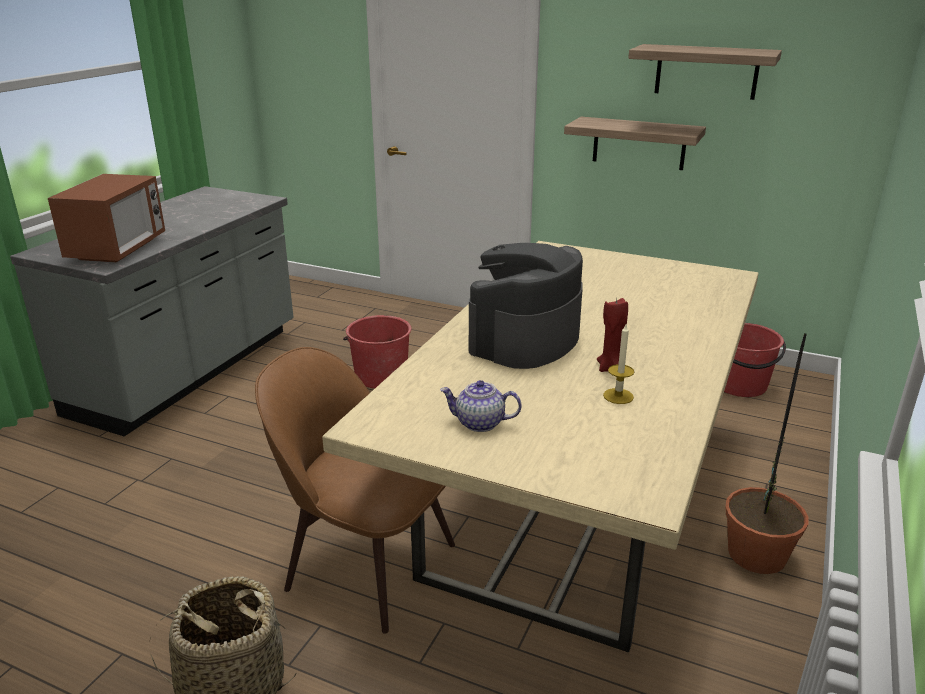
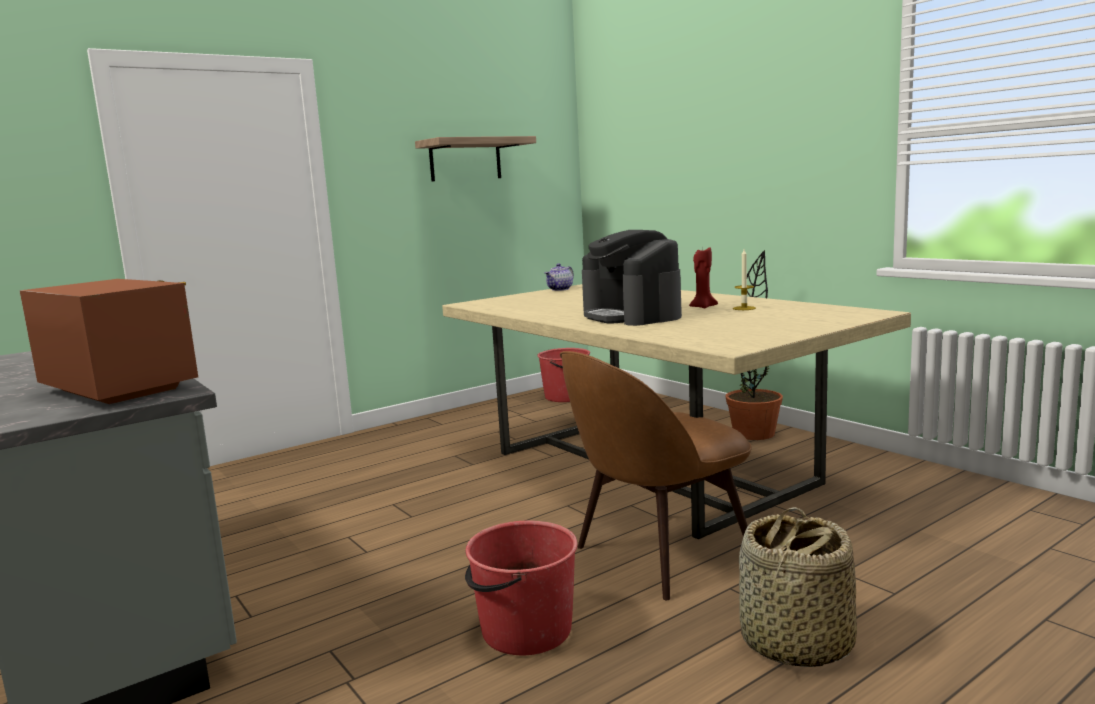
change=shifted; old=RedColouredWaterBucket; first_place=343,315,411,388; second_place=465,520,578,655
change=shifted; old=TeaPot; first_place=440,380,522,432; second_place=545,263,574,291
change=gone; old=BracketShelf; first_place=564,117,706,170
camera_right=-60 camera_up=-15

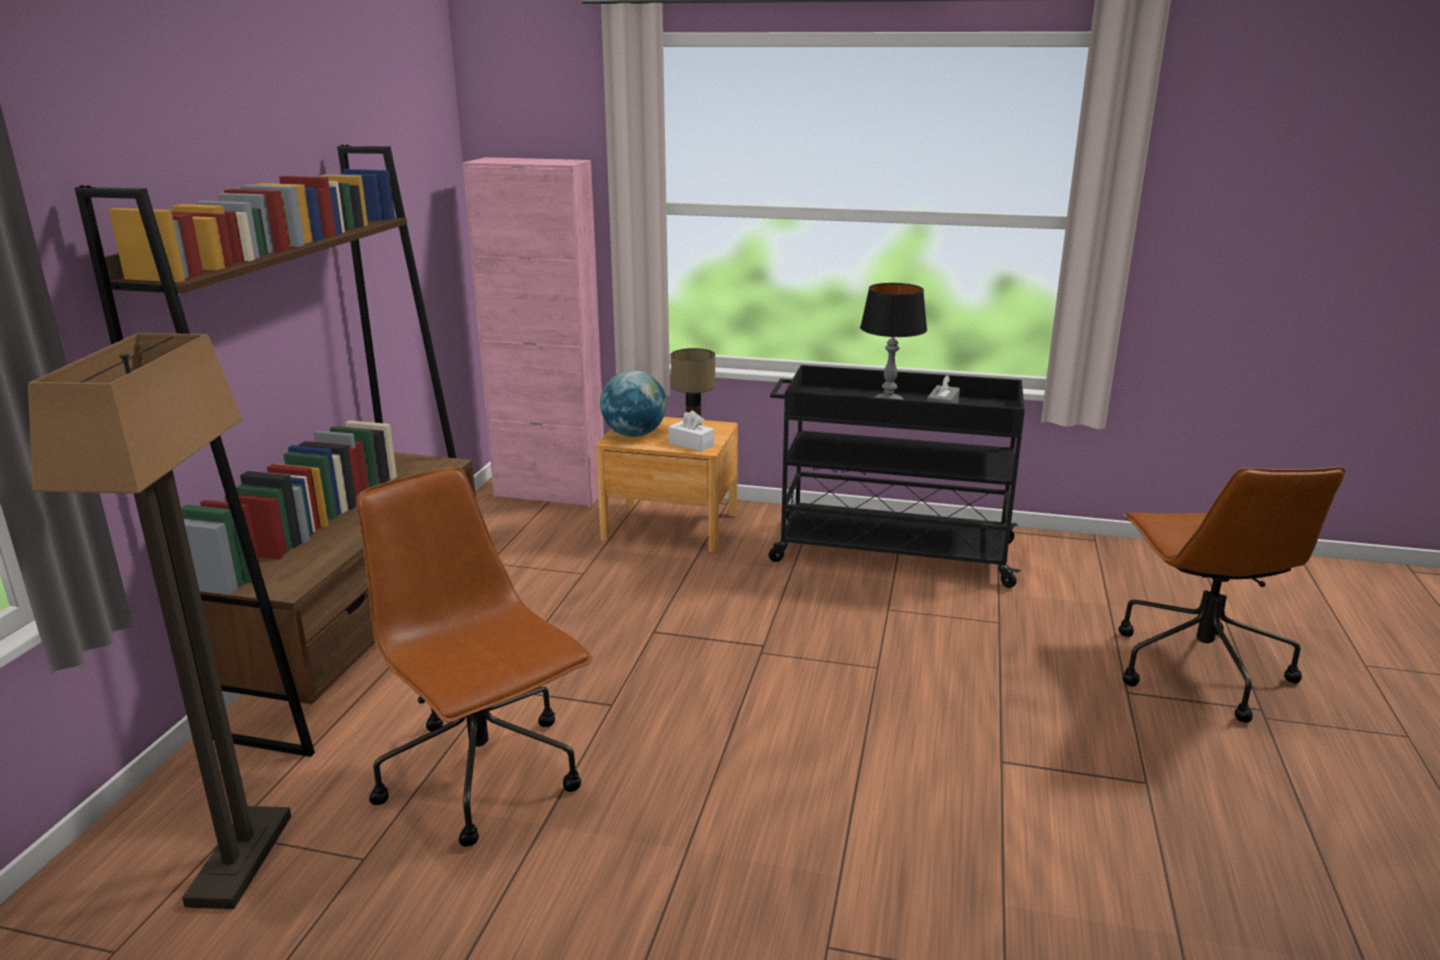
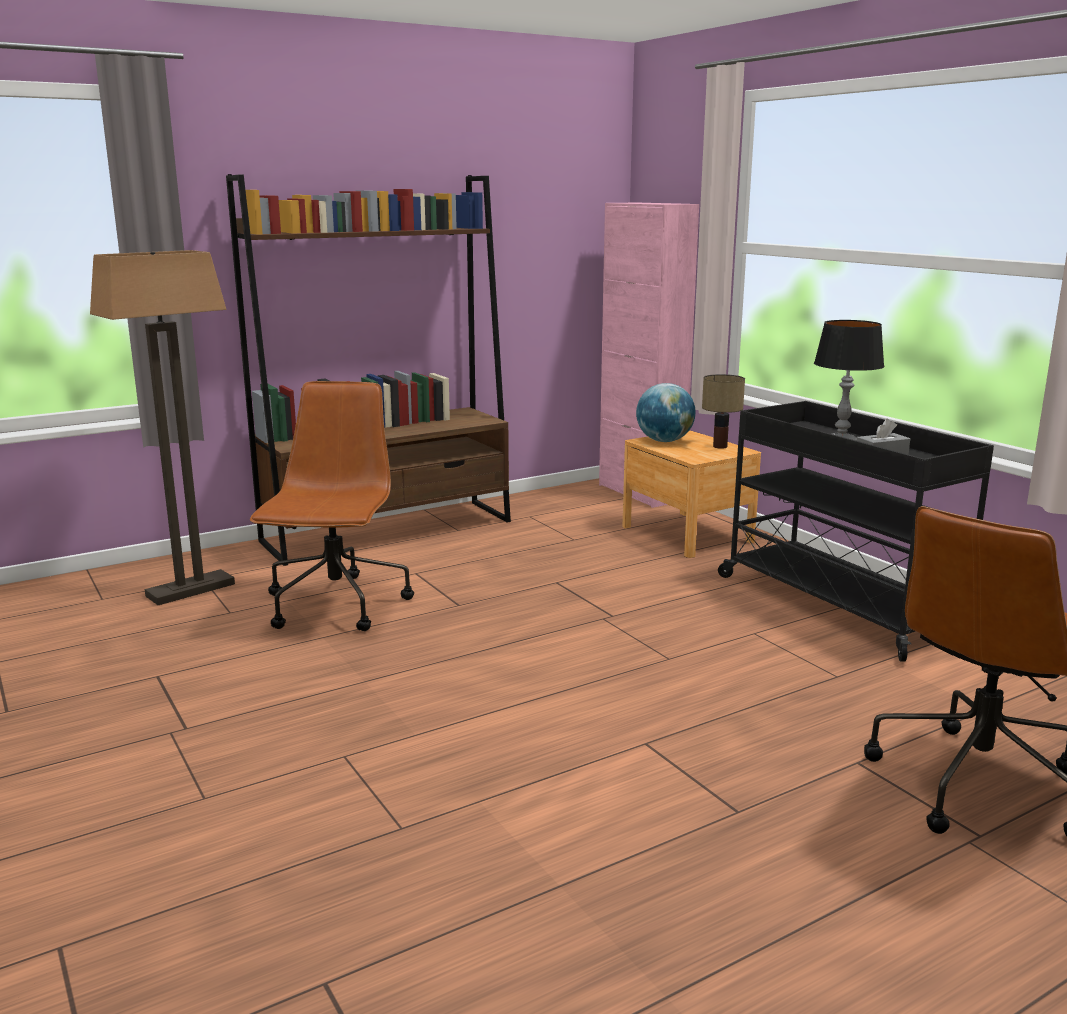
change=gone; old=WhiteTissueBox; first_place=668,411,714,452
camera_right=45 camera_up=-5

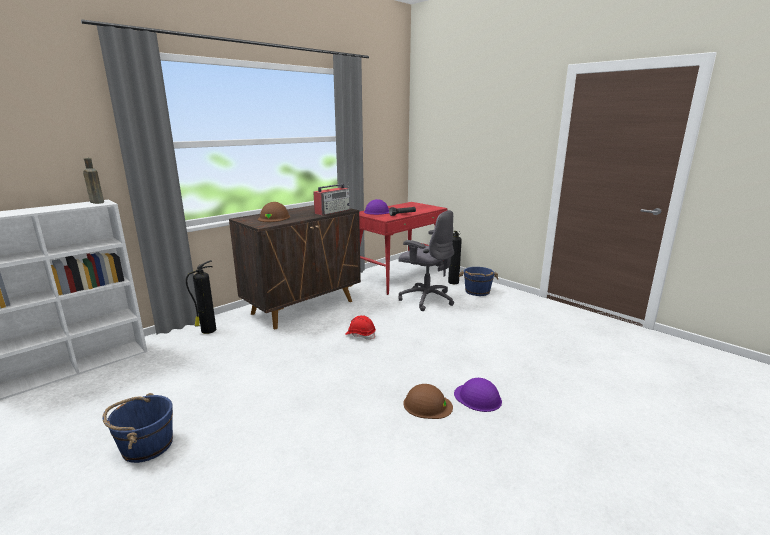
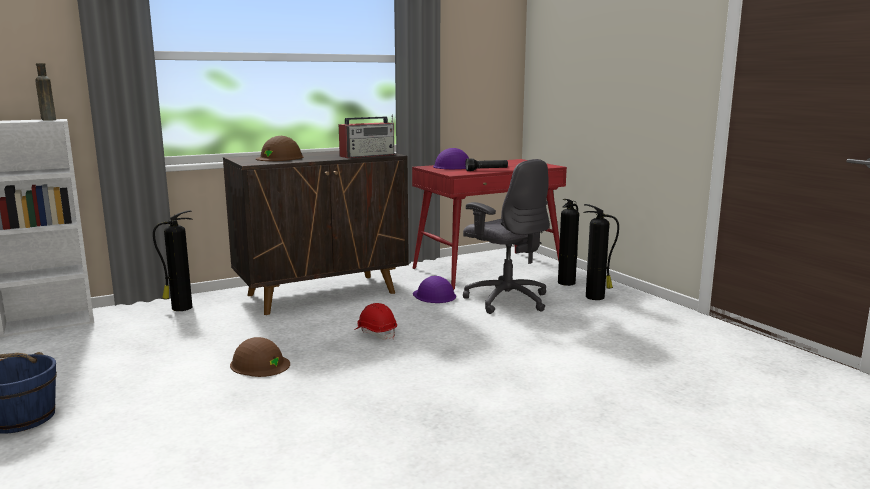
change=shifted; old=BrownWorkHelmet; first_place=403,384,453,419; second_place=230,337,290,377
change=shifted; old=PurpleColouredWorkHelmet; first_place=454,378,502,412; second_place=413,276,456,303
change=swapped; old=BlueColouredWaterBucket; new=Extinguisher; first_place=459,267,498,296; second_place=583,204,619,300
camera_right=15 camera_up=-5

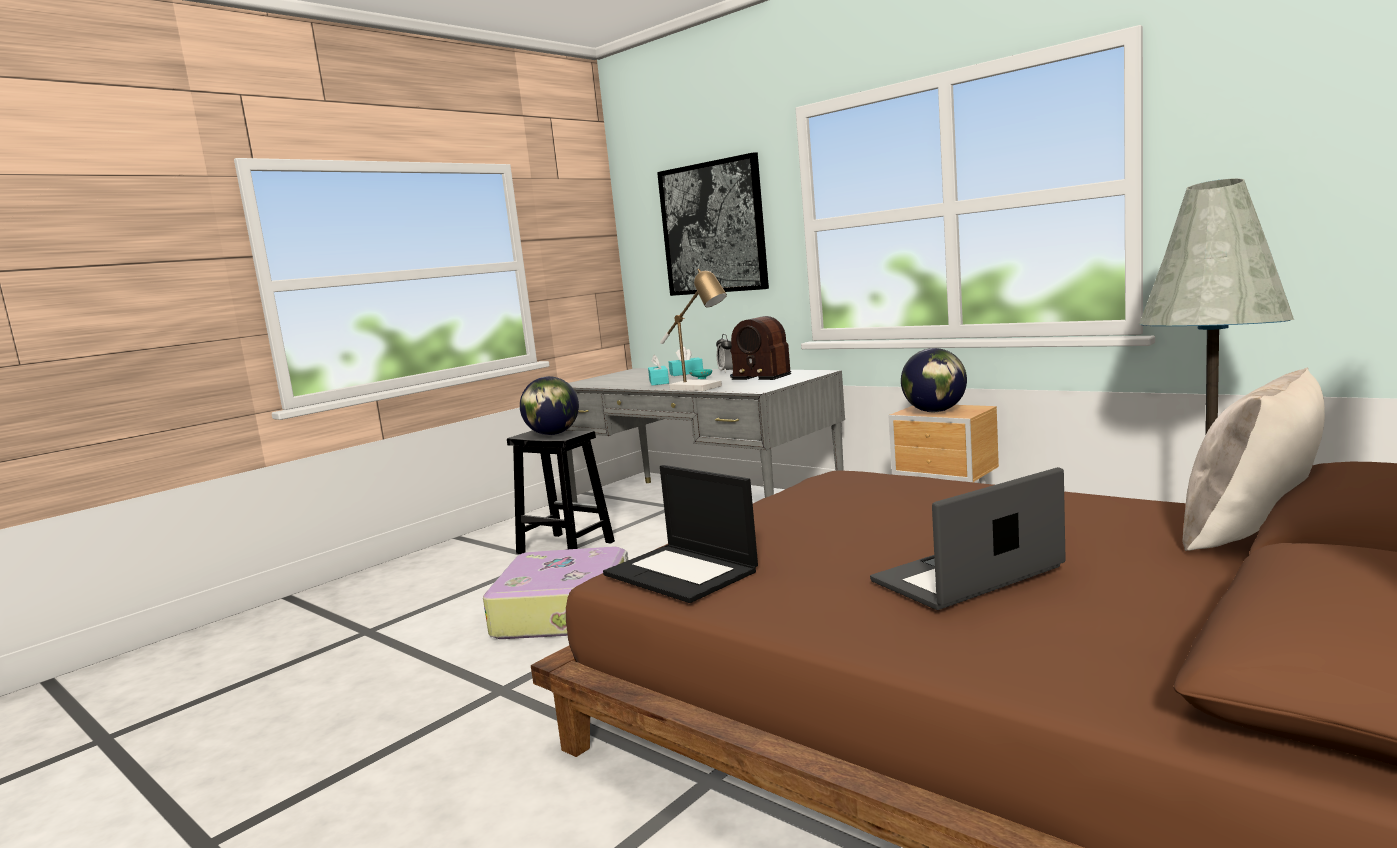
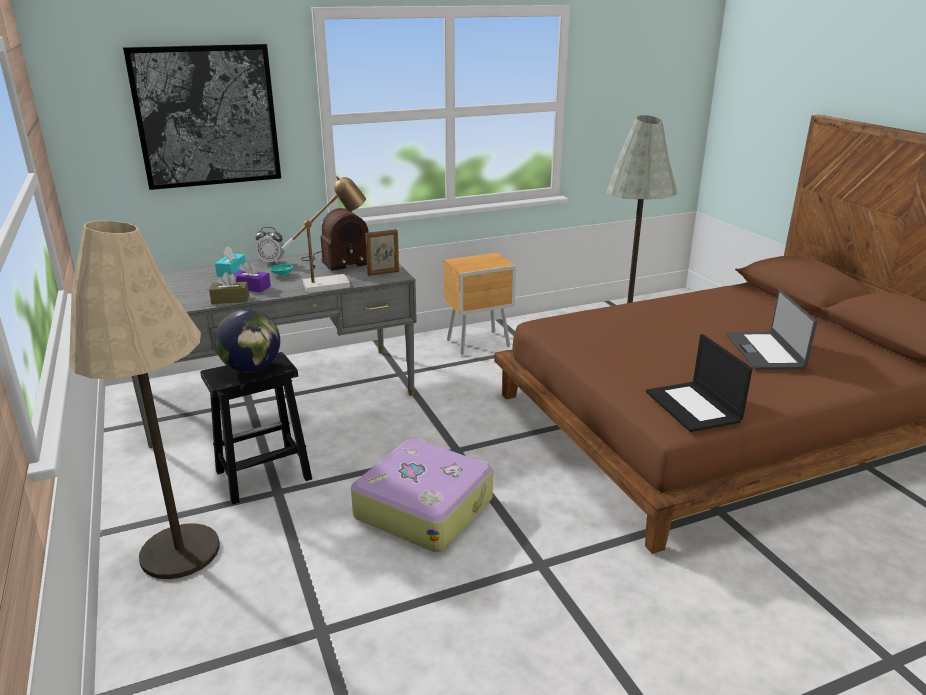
change=new; new=BeigeColouredFloorLamp; second_place=69,221,220,579
change=new; new=BrownTissueBox; second_place=209,272,249,304
change=repainted; old=BlueGreenTissueBox; new=PurpleColouredTissueBox; first_place=648,355,669,385; second_place=234,261,271,293
change=new; new=PictureFrame; second_place=365,229,399,276
change=rotated; old=PortableComputer; first_place=603,465,758,603; second_place=646,334,753,432; degrees=90
change=gone; old=Globe; first_place=901,348,967,412
change=gone; old=BeigeColouredPillow; first_place=1182,367,1325,551
camera_right=-65 camera_up=15

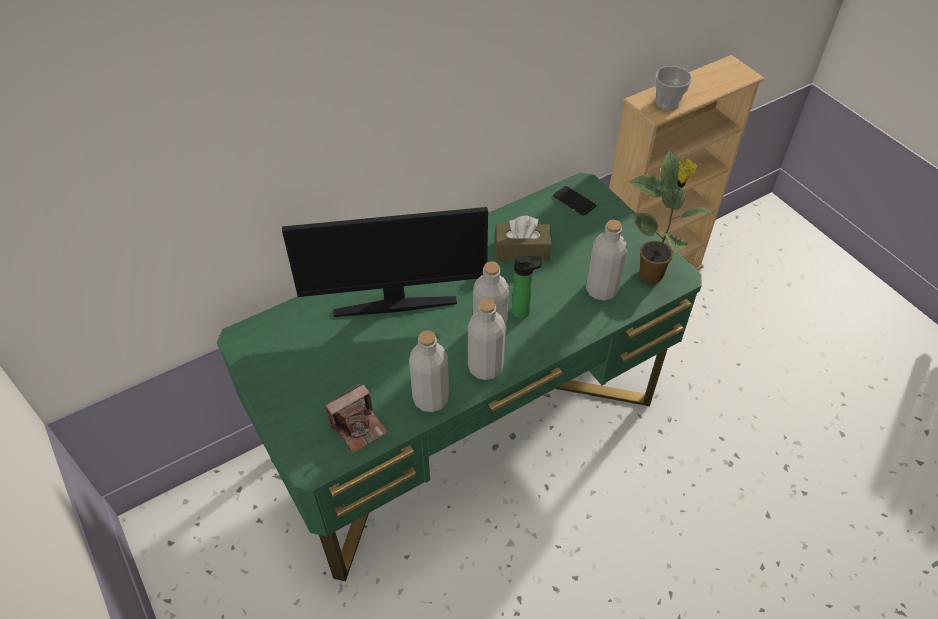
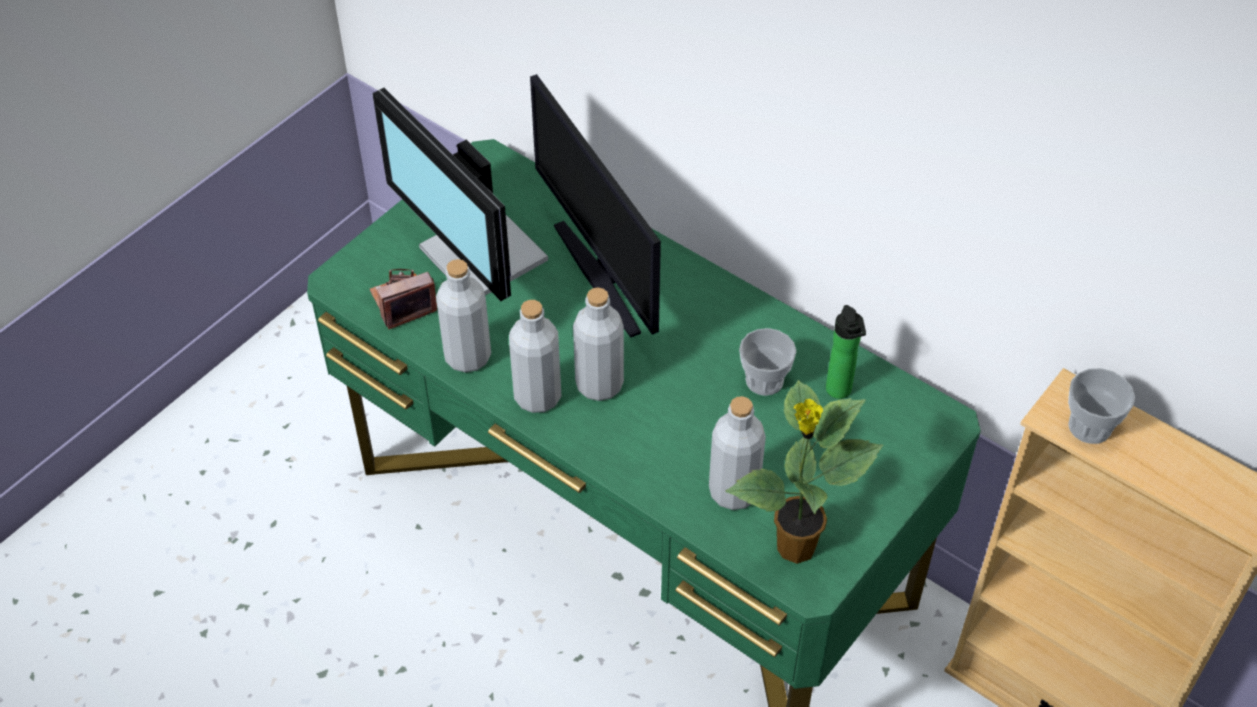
change=rotated; old=PhotoCamera; first_place=325,382,388,453; second_place=370,269,437,330; degrees=120
change=new; new=Monitor; second_place=372,88,548,301
change=swapped; old=BrownTissueBox; new=SmallCup; first_place=495,216,552,261; second_place=739,328,796,396
change=shifted; old=BeverageBottle; first_place=512,255,542,319; second_place=826,305,866,399
change=gone; old=Telephone; first_place=553,186,596,215
camera_right=70 camera_up=0

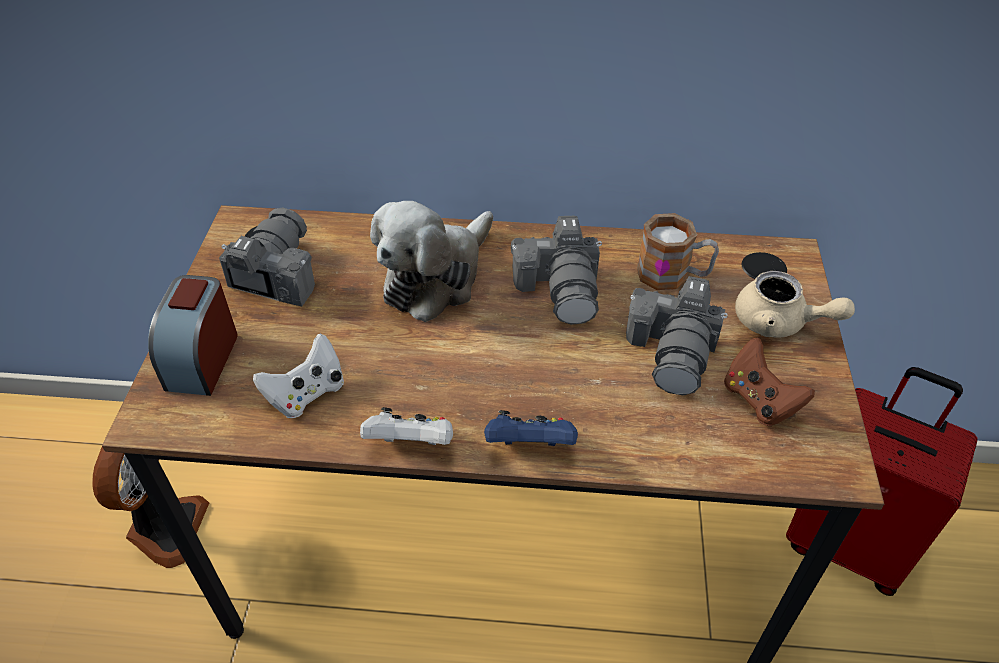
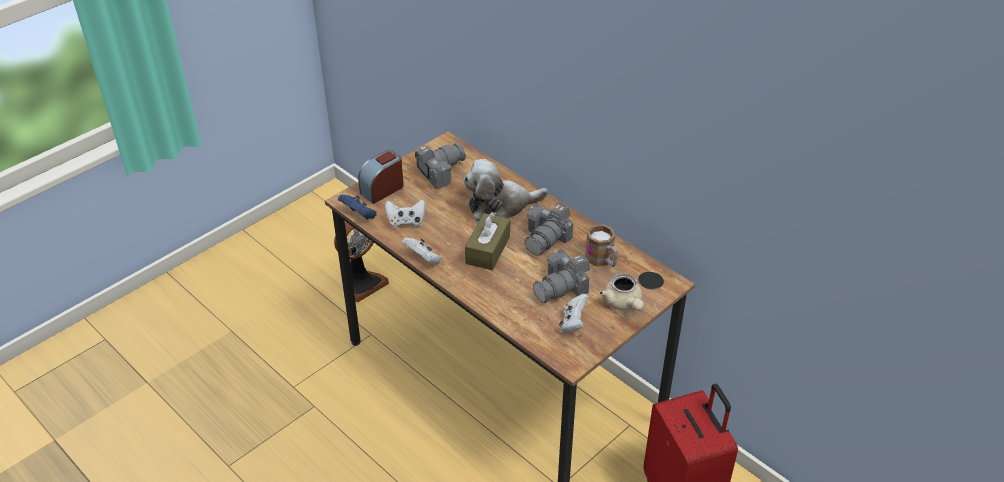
change=shifted; old=BlueColouredJoypad; first_place=484,410,578,446; second_place=338,194,377,219
change=new; new=BrownTissueBox; second_place=465,212,510,270
change=repainted; old=BrownJoypad; new=WhiteJoypad; first_place=724,338,815,426; second_place=559,294,589,334
camera_right=40 camera_up=-5

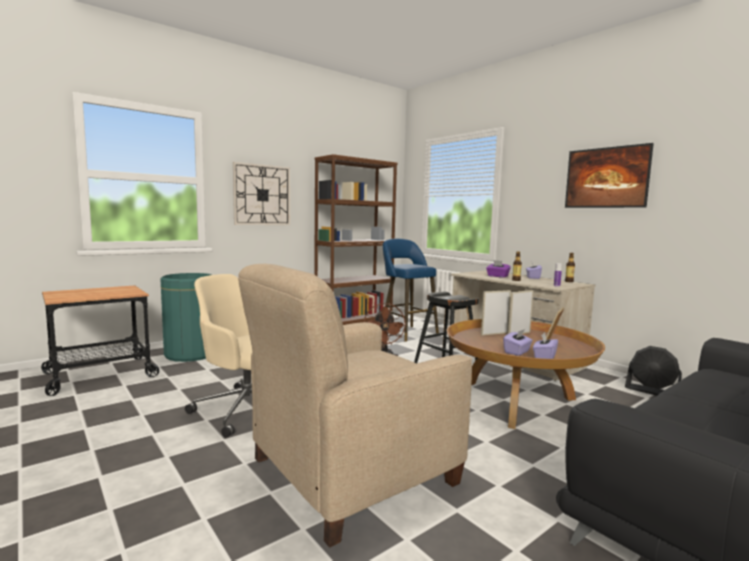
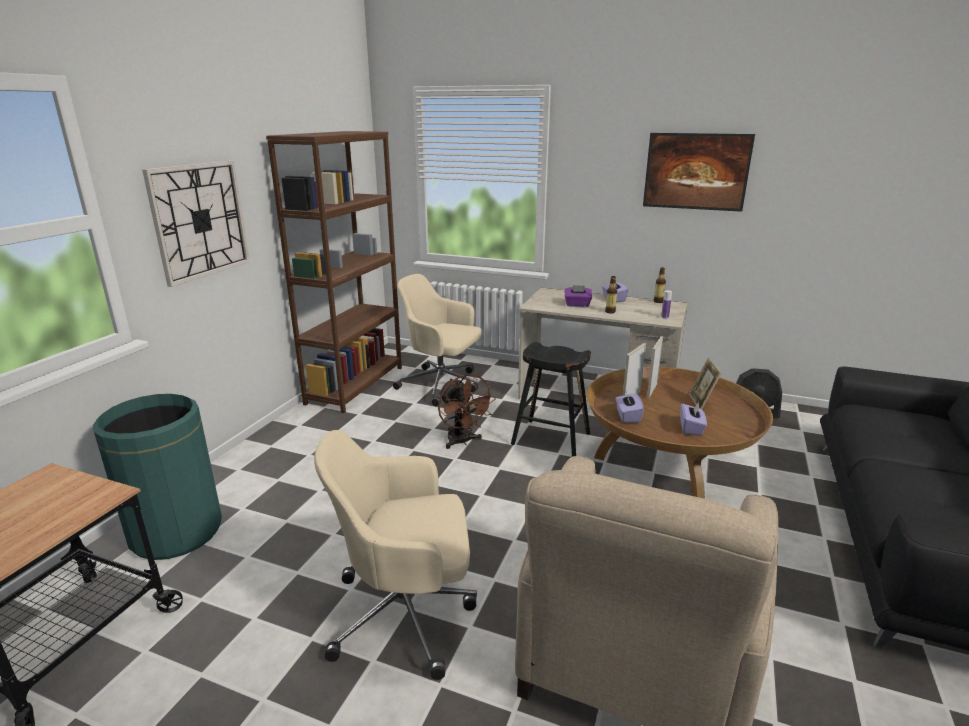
change=swapped; old=BlueColouredStoolSeat; new=BeigeColouredOfficeChair; first_place=383,238,439,342; second_place=393,274,482,406
change=shifted; old=PurpleColouredTissueBox; first_place=533,332,558,359; second_place=615,392,644,423
camera_right=-30 camera_up=15

